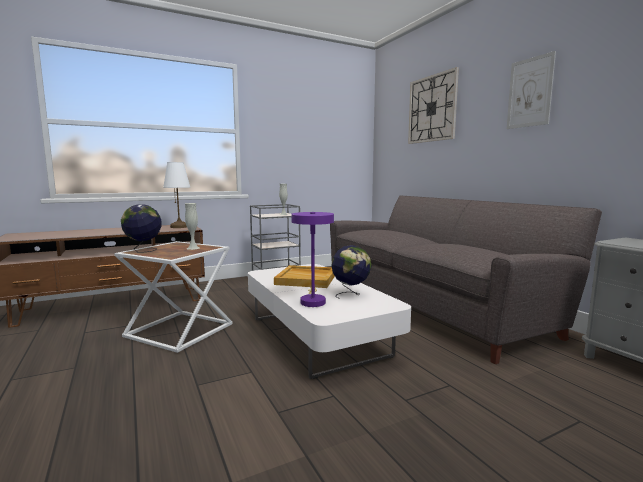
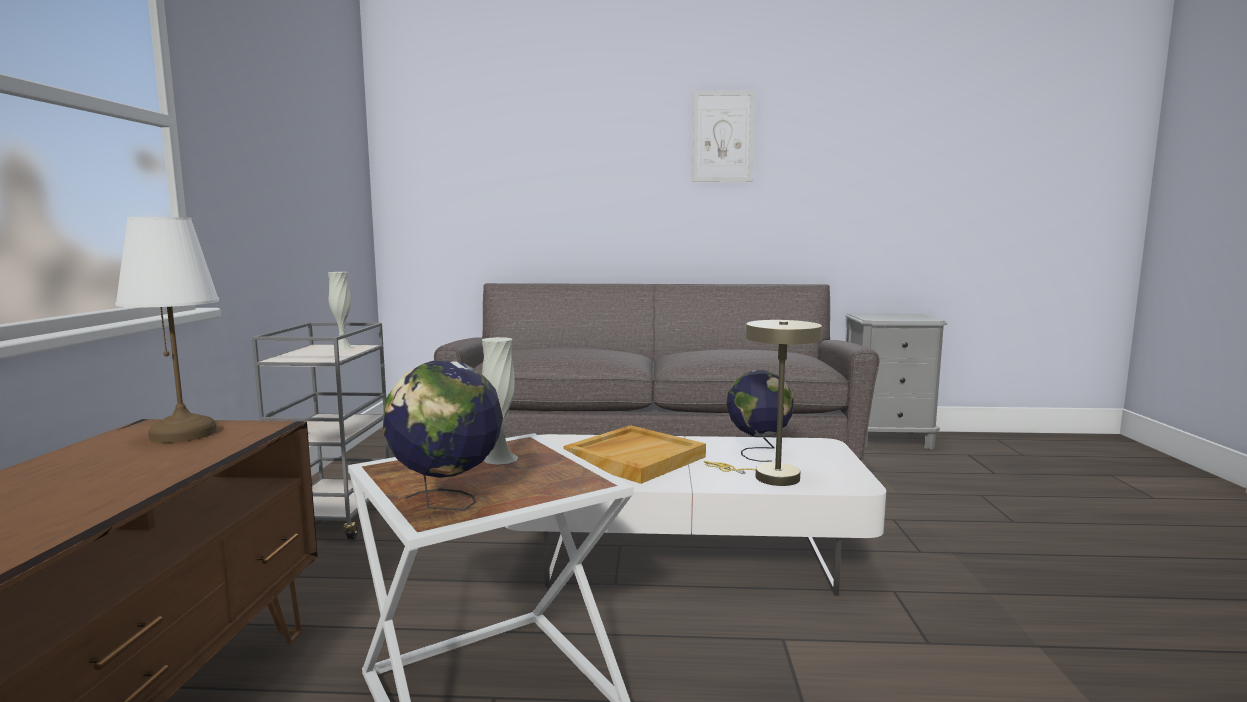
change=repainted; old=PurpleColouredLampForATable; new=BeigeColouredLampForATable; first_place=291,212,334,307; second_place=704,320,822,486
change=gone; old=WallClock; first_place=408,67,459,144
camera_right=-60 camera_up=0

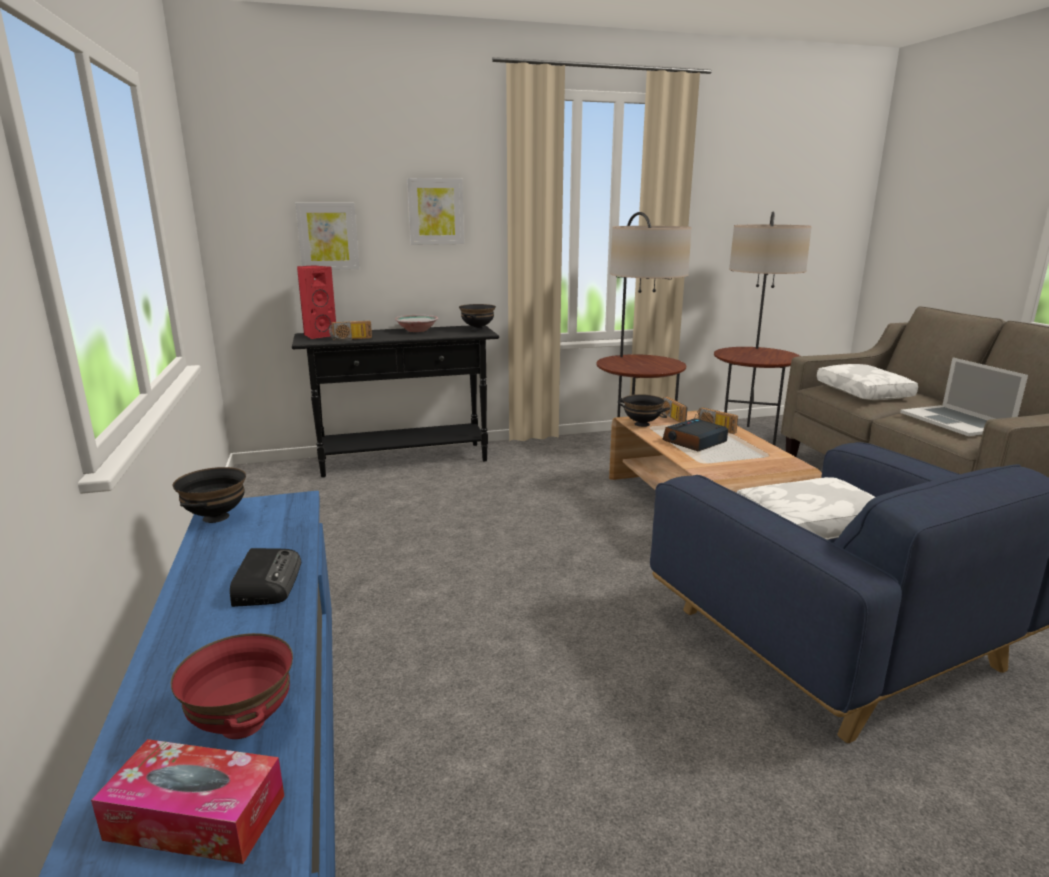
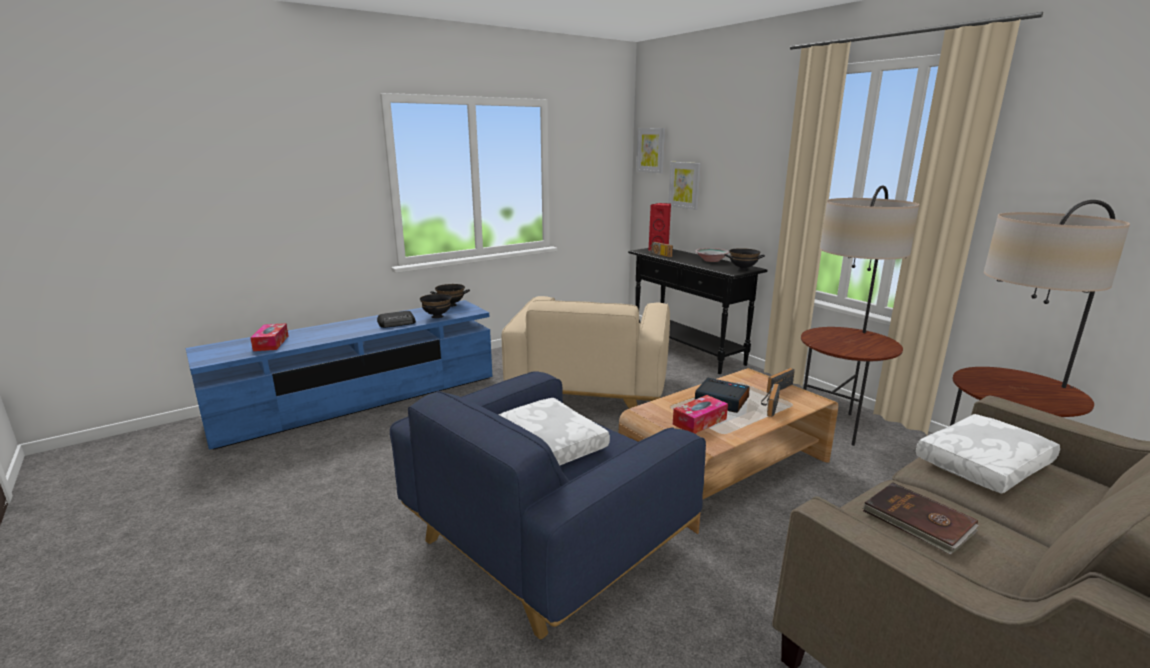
change=shifted; old=BlackColouredServingBowl; first_place=618,394,670,427; second_place=420,294,452,318
change=new; new=BeigeColouredArmchair; second_place=502,296,670,409
change=shifted; old=WallArt; first_place=407,178,464,245; second_place=637,128,665,173
change=new; new=TissueBox; second_place=673,395,728,434
change=swapped; old=PortableComputer; new=BrownBook; first_place=900,358,1028,436; second_place=862,482,979,554
change=gone; old=RedColouredServingBowl; first_place=171,633,293,739
camera_right=70 camera_up=0

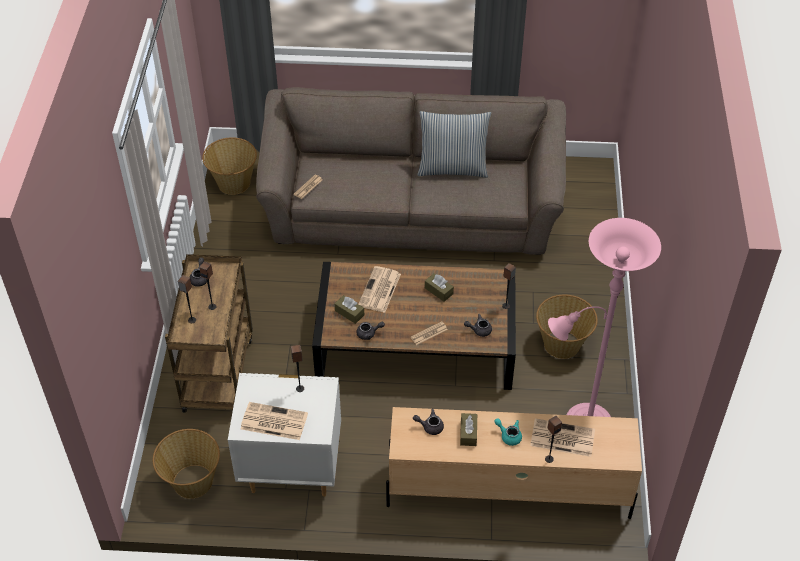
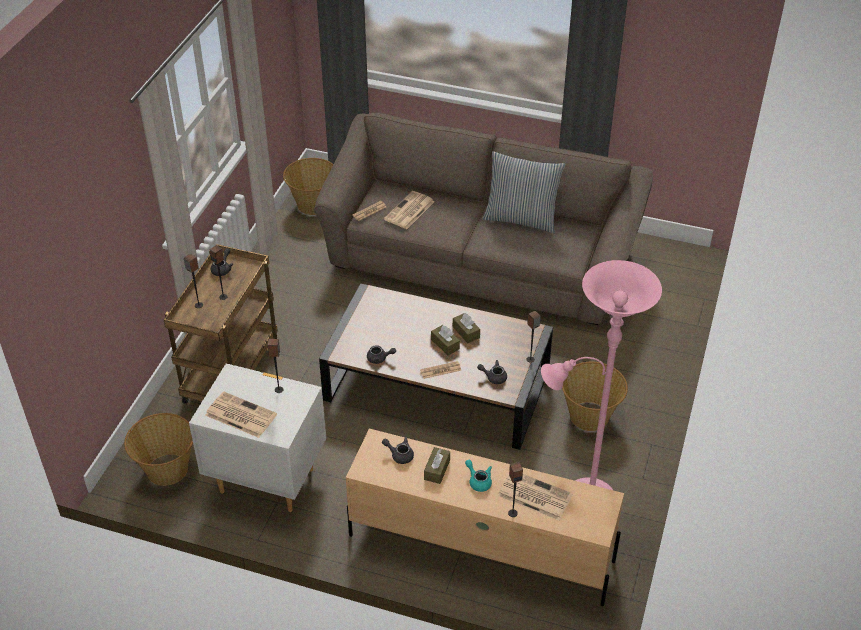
change=shifted; old=PrintedPaper; first_place=359,266,401,313; second_place=384,191,435,229
change=shifted; old=BrownTissueBox; first_place=335,295,364,324; second_place=431,325,460,355
camera_right=15 camera_up=-5

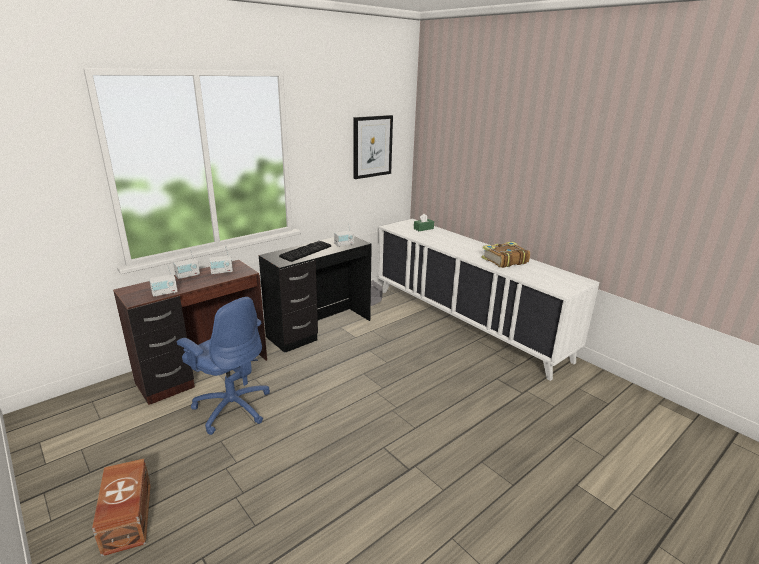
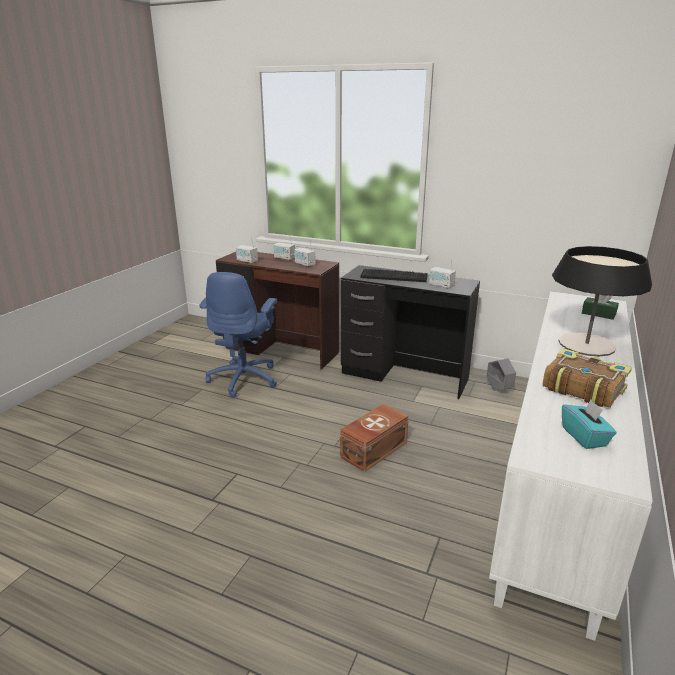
change=shifted; old=BrownStorageBox; first_place=92,459,151,556; second_place=340,404,409,472
change=new; new=LampForATable; second_place=552,246,652,356
change=new; new=BlueGreenTissueBox; second_place=562,400,617,449
change=gone; old=WallArt; first_place=354,115,393,179
camera_right=65 camera_up=0

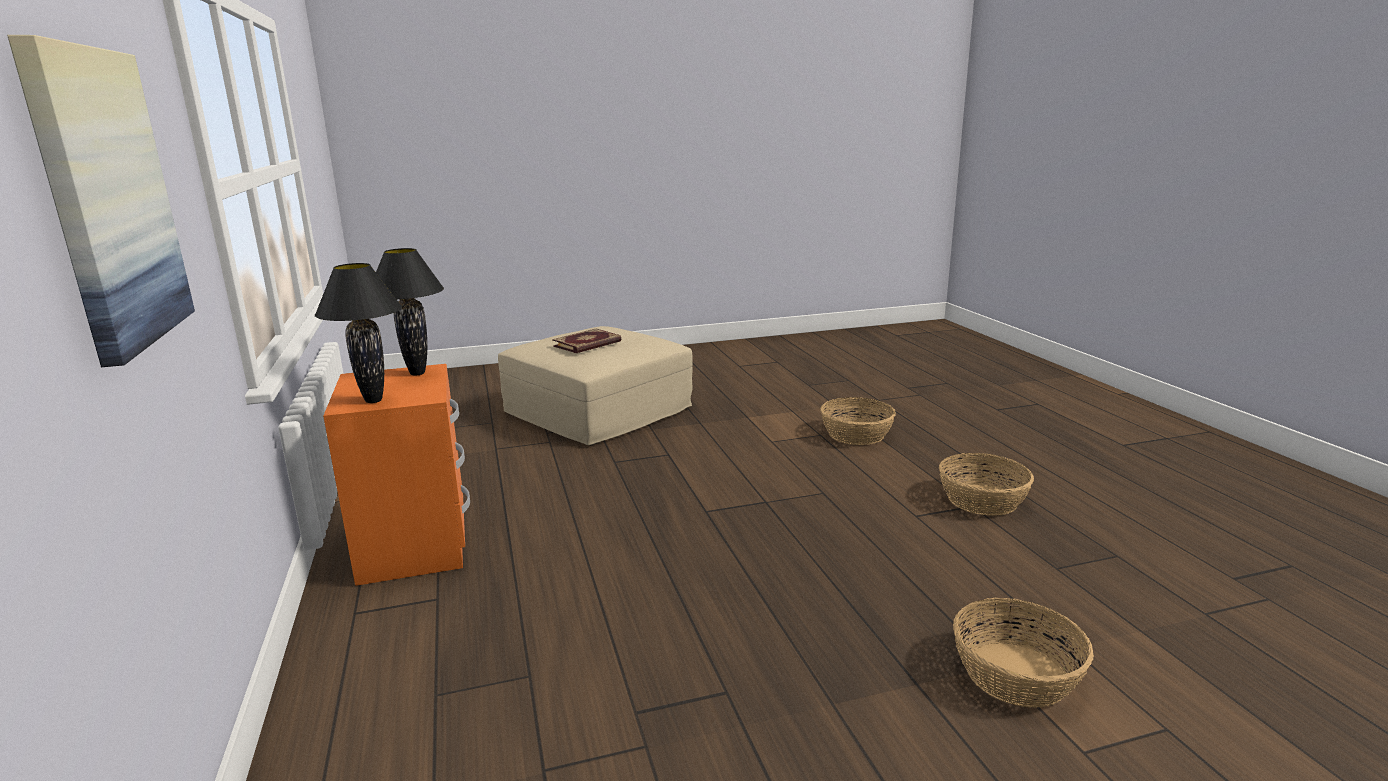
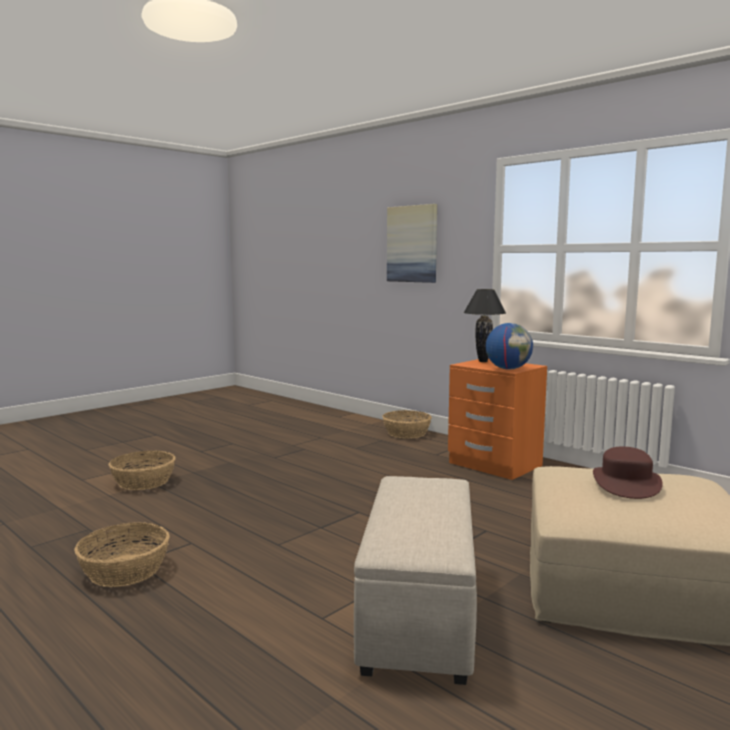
change=new; new=BeigeColouredOttoman; second_place=354,476,477,685
change=shifted; old=StorageBasket; first_place=820,397,896,445; second_place=382,410,432,439
change=swapped; old=BlackColouredLampForATable; new=Globe; first_place=376,248,444,376; second_place=486,323,533,370
change=swapped; old=Book; new=BrownHat; first_place=552,328,621,353; second_place=593,446,663,499
camera_right=150 camera_up=-10

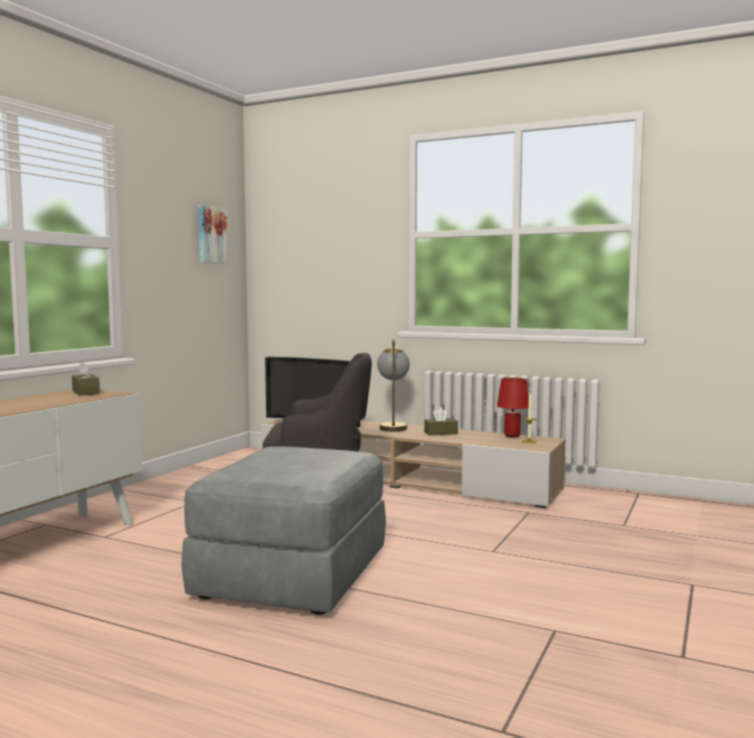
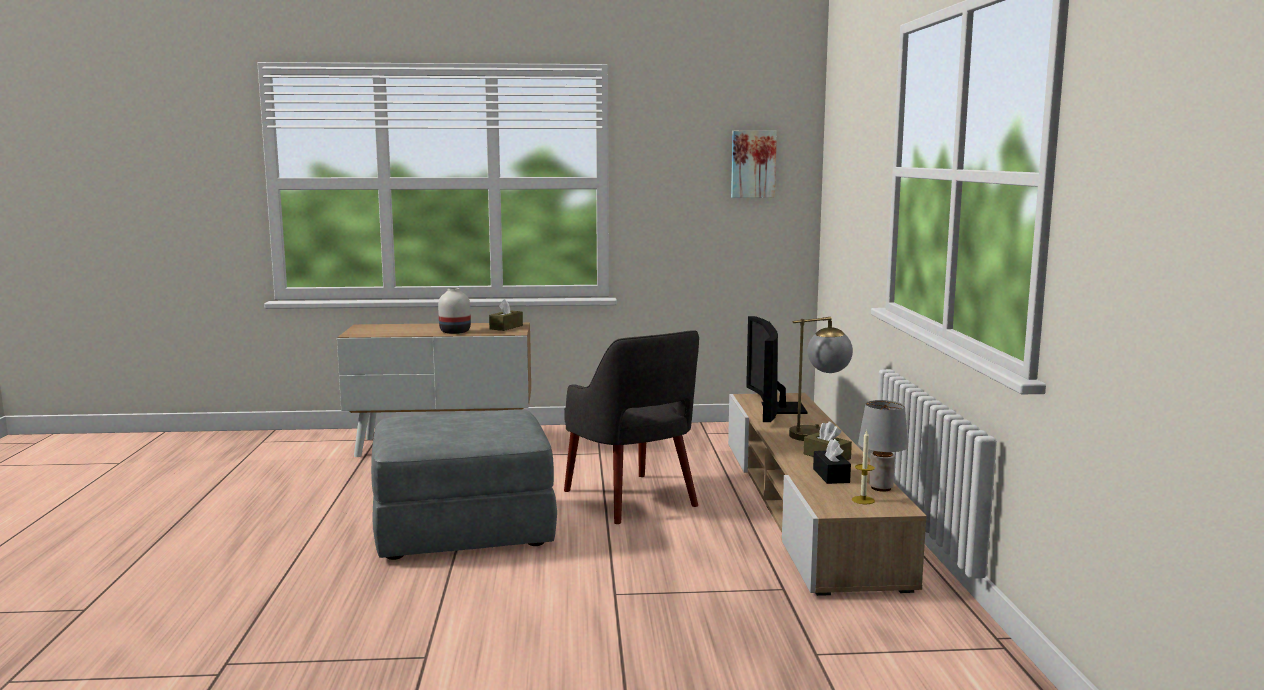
change=new; new=WhiteVase; second_place=438,288,471,334
change=new; new=BlackColouredTissueBox; second_place=813,439,851,484
change=repainted; old=RedColouredLampForATable; new=GrayLampForATable; first_place=497,378,529,437; second_place=858,400,908,492
camera_right=60 camera_up=5

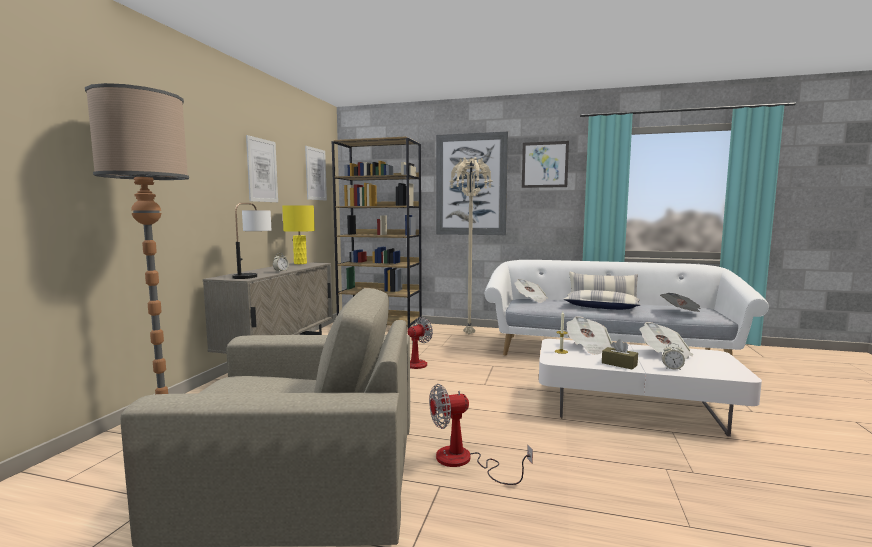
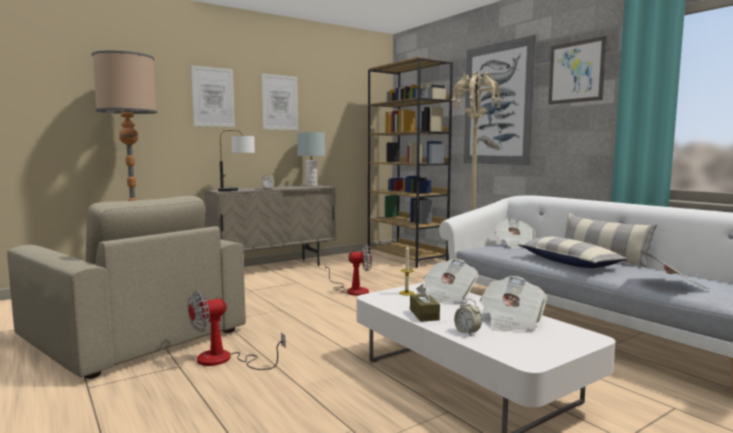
change=rotated; old=ElectricFan; first_place=429,384,533,485; second_place=188,291,286,370; degrees=-60
change=shifted; old=WallArt; first_place=305,146,327,201; second_place=191,65,235,127
change=repainted; old=YellowLampForATable; new=GrayLampForATable; first_place=282,205,315,264; second_place=297,132,325,186
camera_right=40 camera_up=0

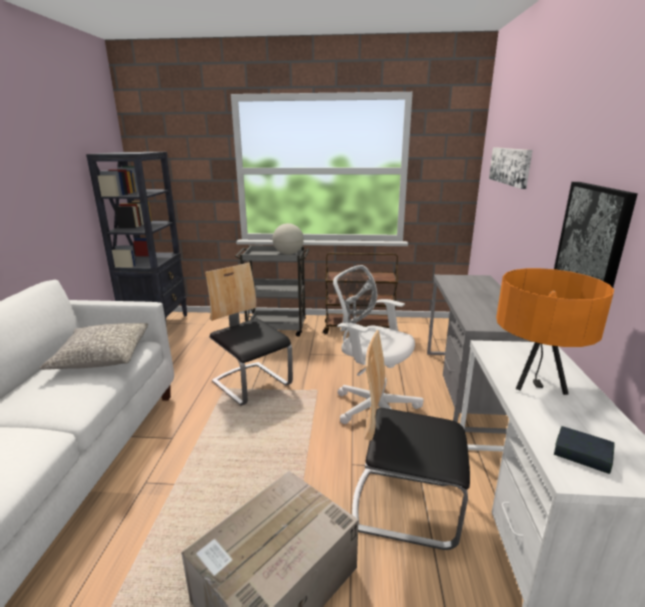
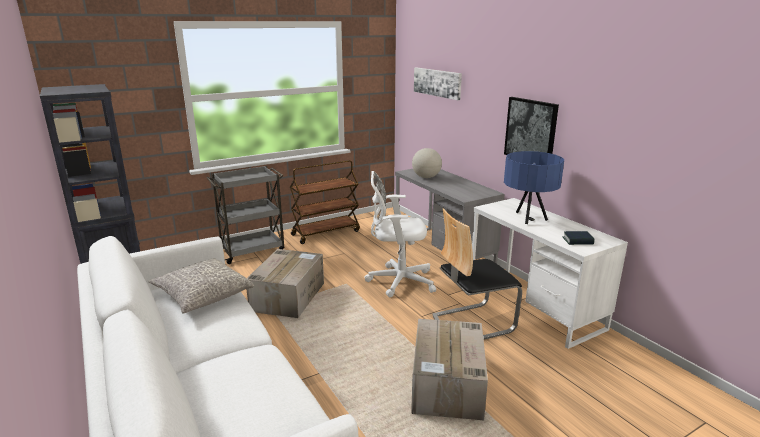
change=swapped; old=UprightChair; new=Carton; first_place=205,262,293,406; second_place=247,249,324,318
change=shifted; old=Globe; first_place=272,223,304,255; second_place=412,148,442,178
change=repainted; old=OrangeLampForATable; new=BlueColouredLampForATable; first_place=496,268,614,395; second_place=504,151,564,224
camera_right=-35 camera_up=0

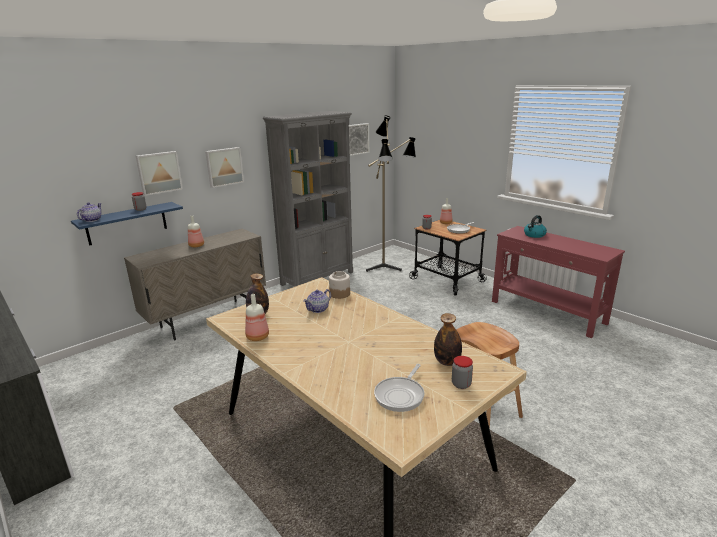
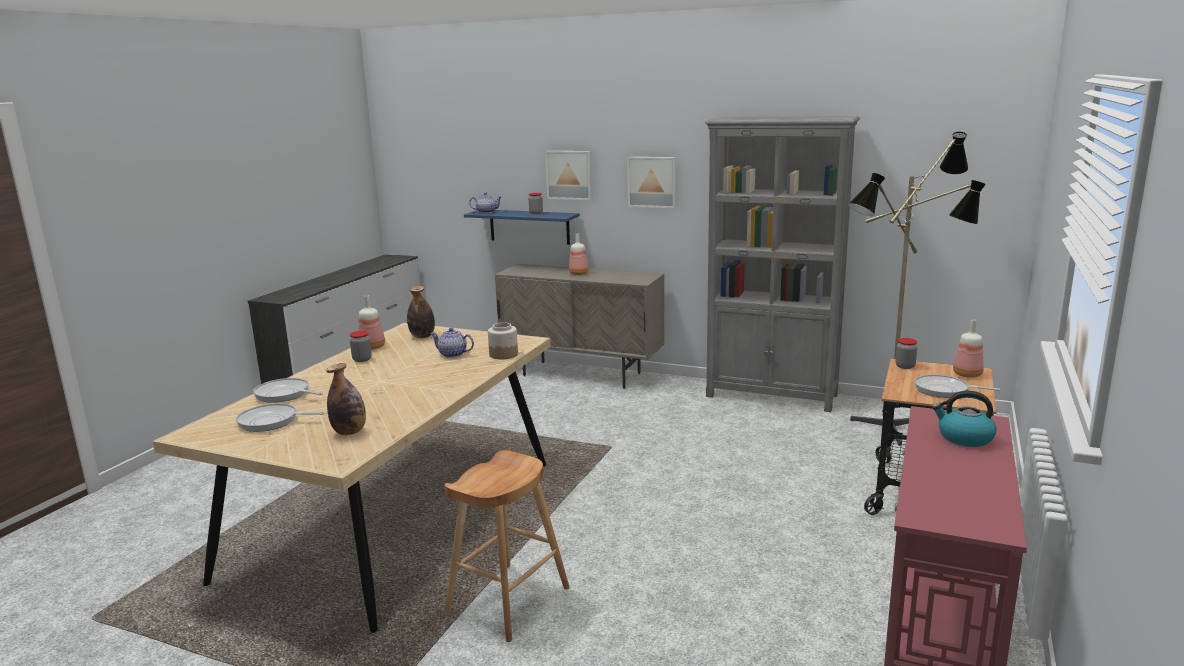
change=new; new=Pan; second_place=253,378,323,403
change=shifted; old=Jar; first_place=452,356,473,389; second_place=350,331,372,362
change=gone; old=WallArt; first_place=349,123,369,156
camera_right=65 camera_up=-5

